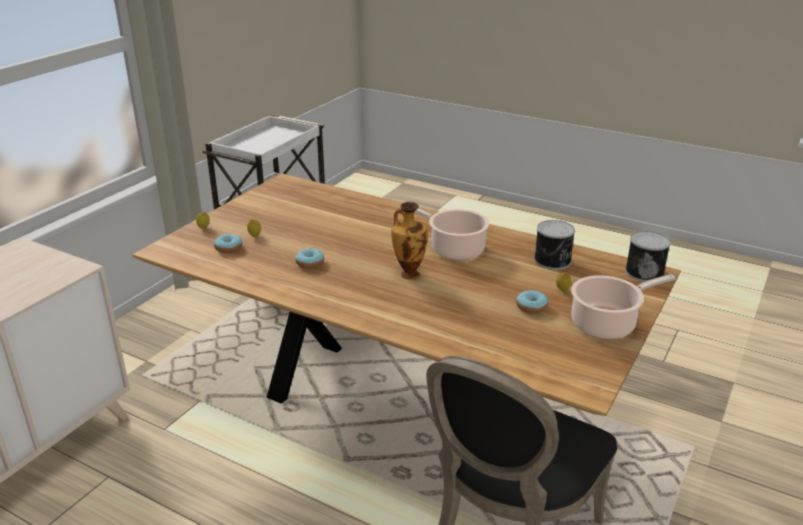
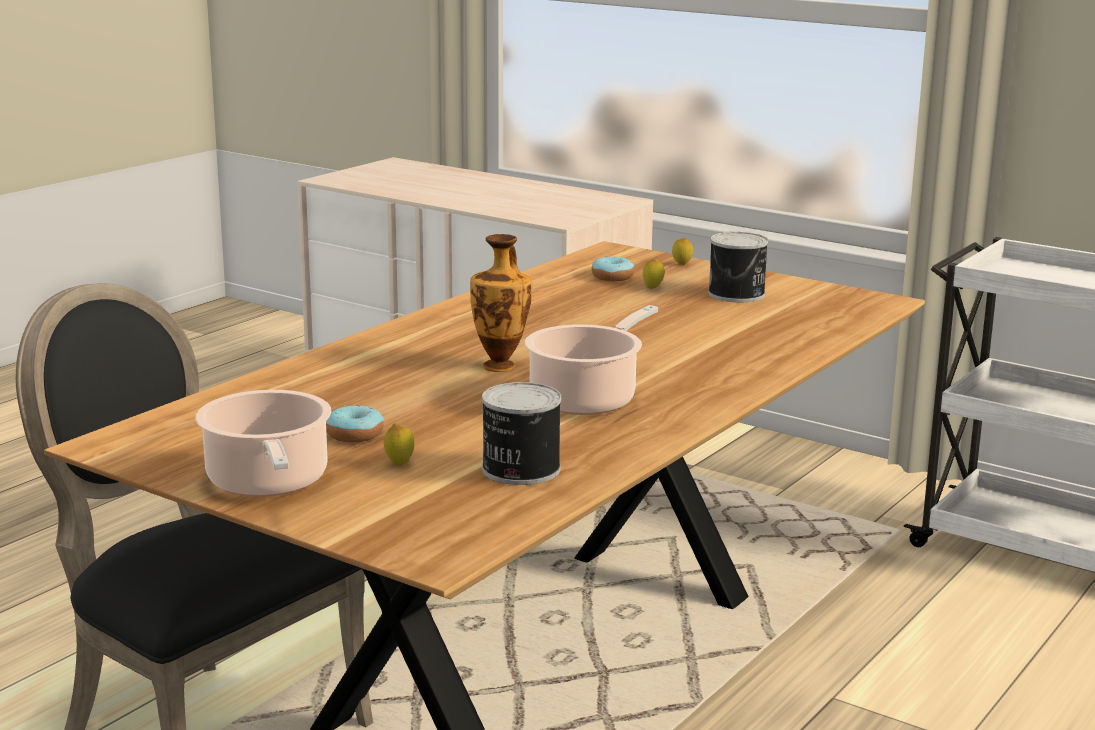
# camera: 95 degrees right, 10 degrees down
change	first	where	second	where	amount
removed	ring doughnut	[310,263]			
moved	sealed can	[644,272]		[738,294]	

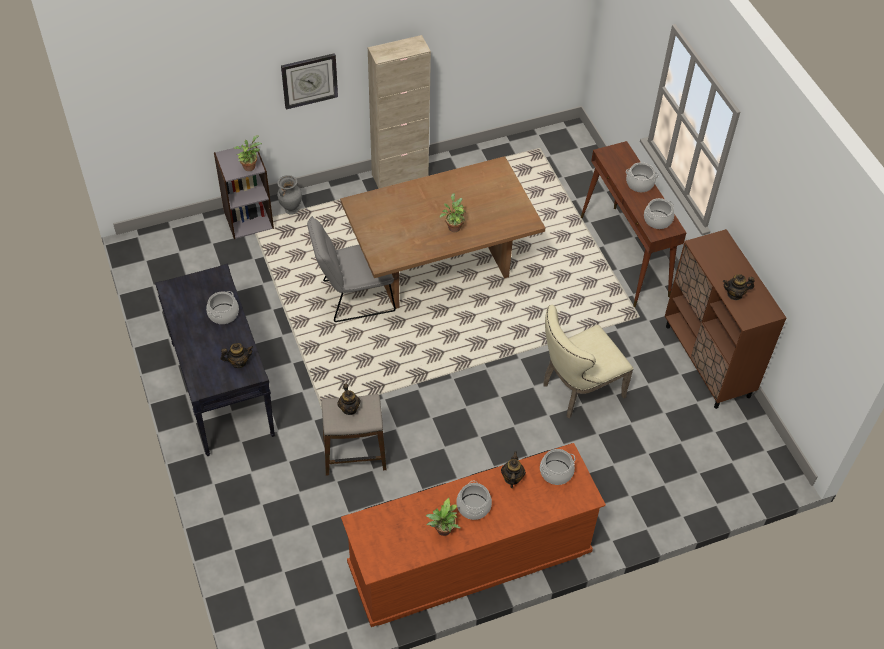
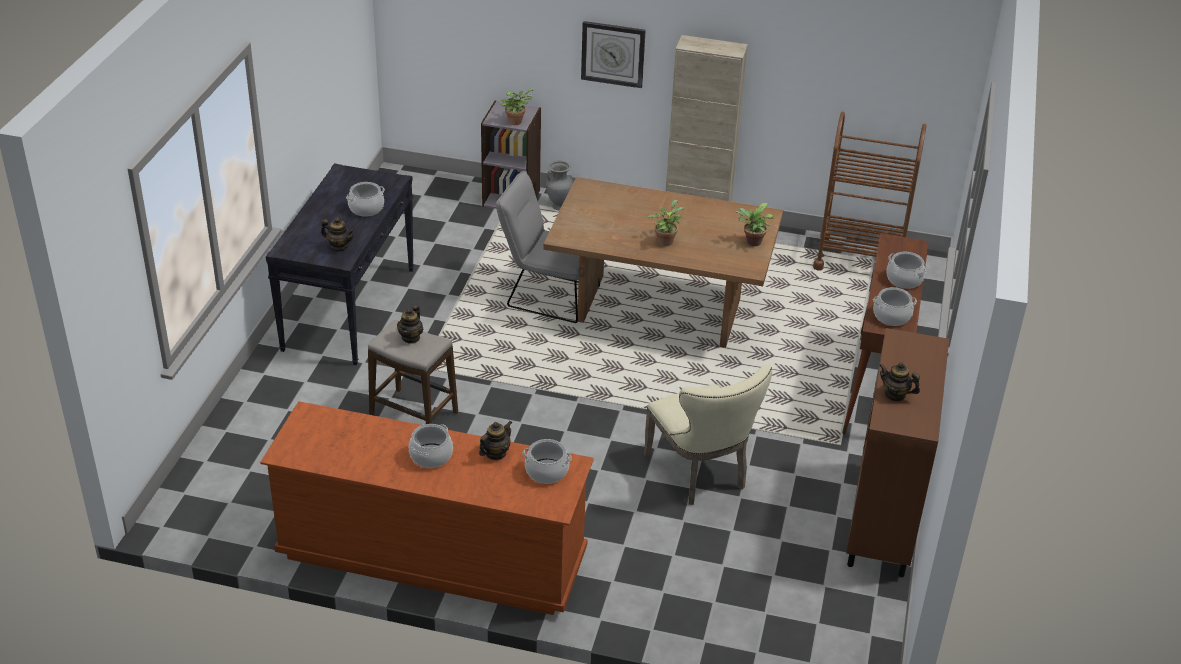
# camera: 35 degrees right, 15 degrees down
change	first	where	second	where	amount
added			trolley in brown-coloured	[859,258]	
moved	plant in a pot	[443,531]		[752,242]	
turned	upright chair in beige-coloured	[578,390]		[701,474]	120 degrees counterclockwise

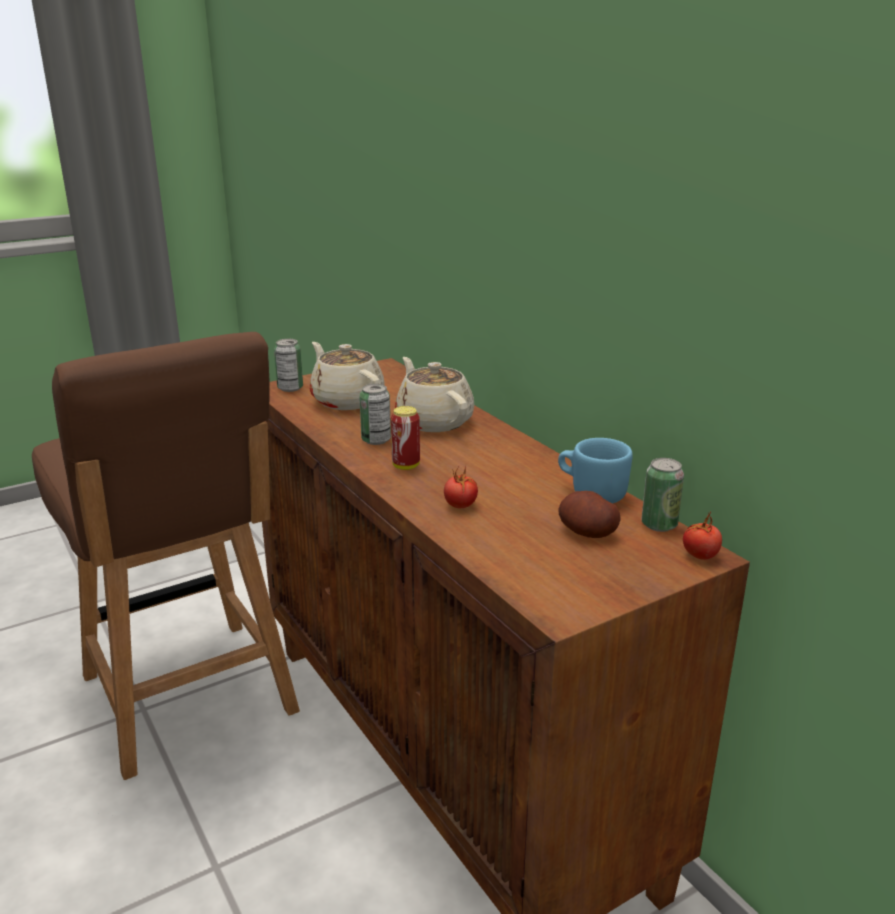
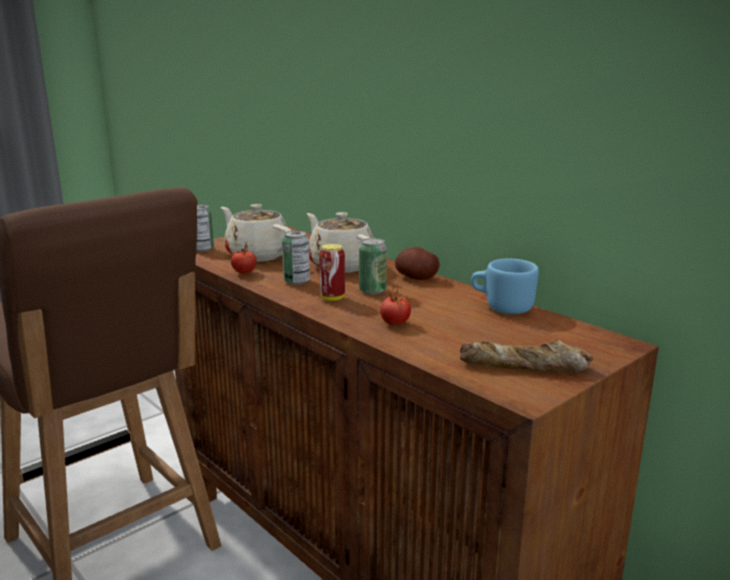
# camera: 10 degrees left, 5 degrees down
change	first	where	second	where	amount
added			baked bread	[524,366]	
moved	potato	[587,532]		[416,278]	
moved	sealed can	[659,525]		[372,290]	
moved	whole tomato	[700,555]		[244,273]	

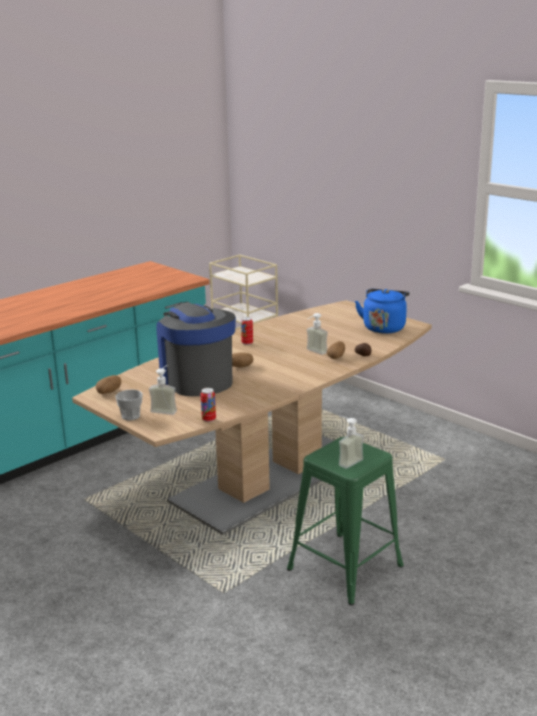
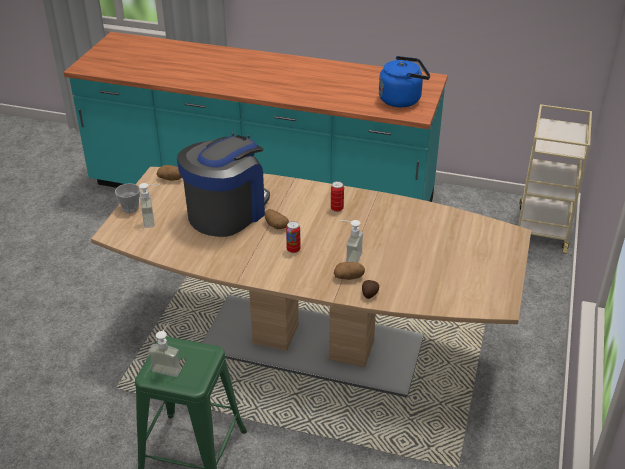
# camera: 60 degrees right, 15 degrees up
change	first	where	second	where	amount
moved	sealed can	[209,419]		[293,250]	
moved	kettle in bluish	[384,327]		[402,99]	

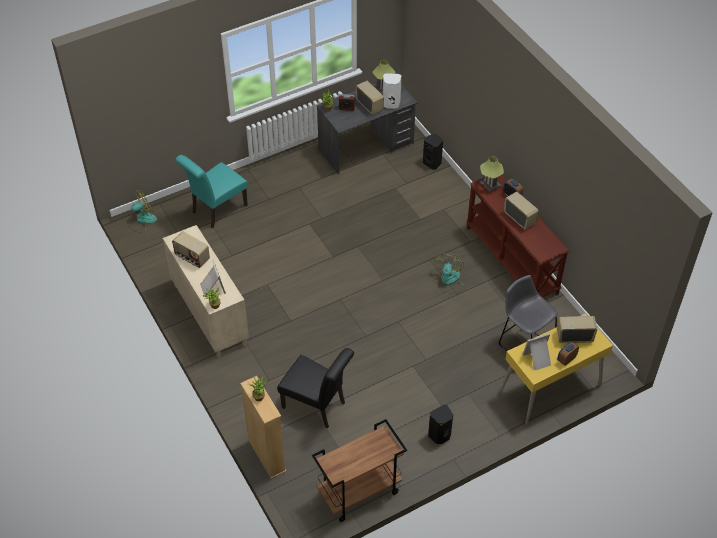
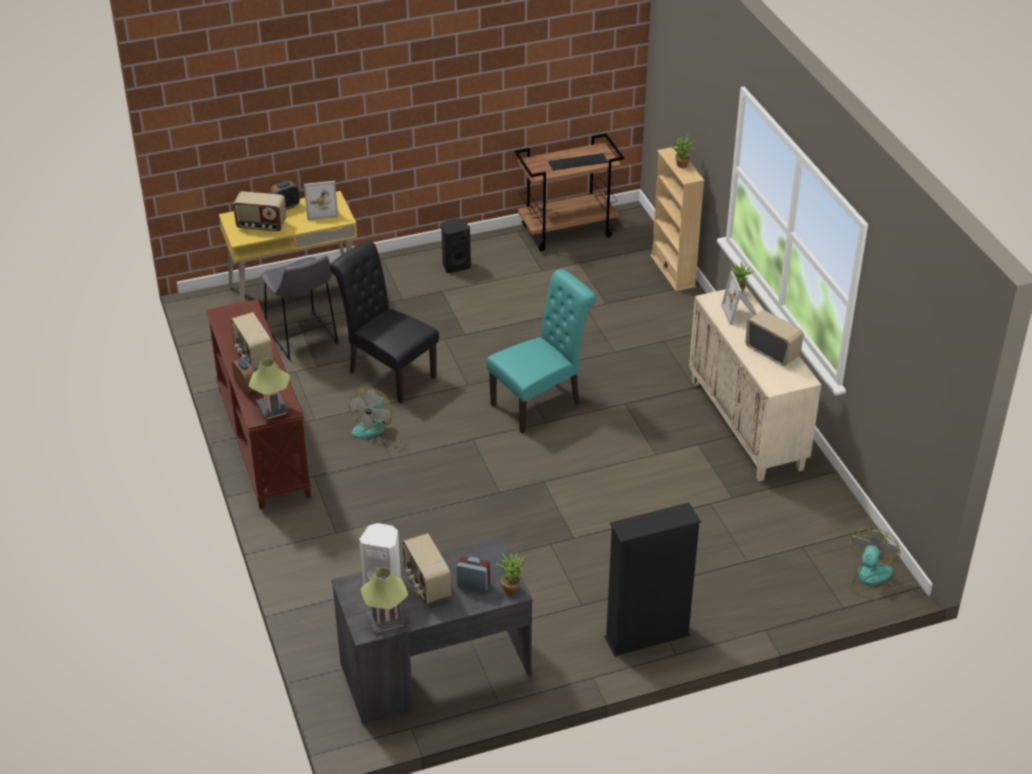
# camera: 170 degrees left, 10 degrees down
change	first	where	second	where	amount
removed	audio speaker in blackish	[432,163]			
added			keyboard	[578,162]	
added			bookshelf in blackish	[647,636]	
moved	upright chair in turquoise-coloured	[216,210]		[541,402]	
moved	upright chair in blackish	[317,406]		[387,372]	
turned	cooling fan	[141,220]		[872,580]	135 degrees clockwise

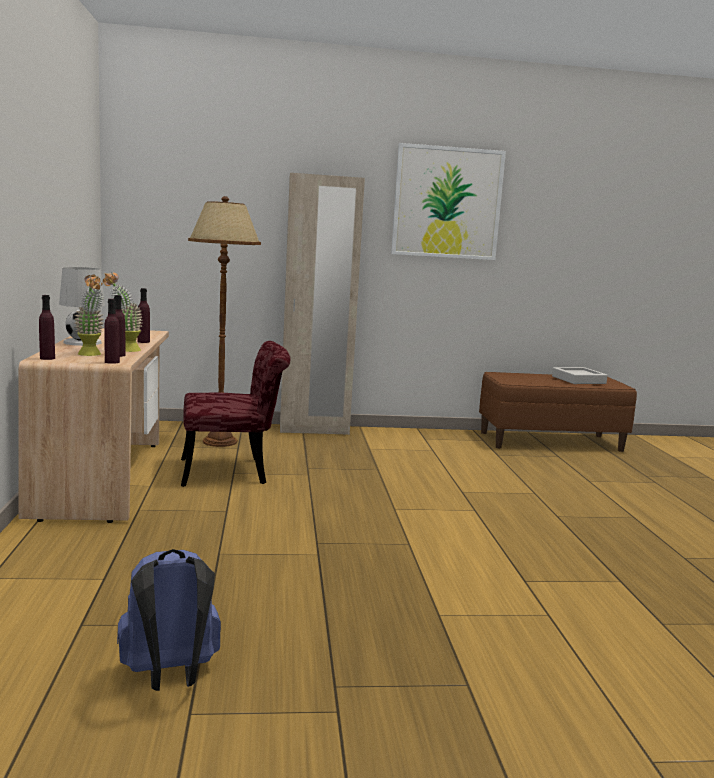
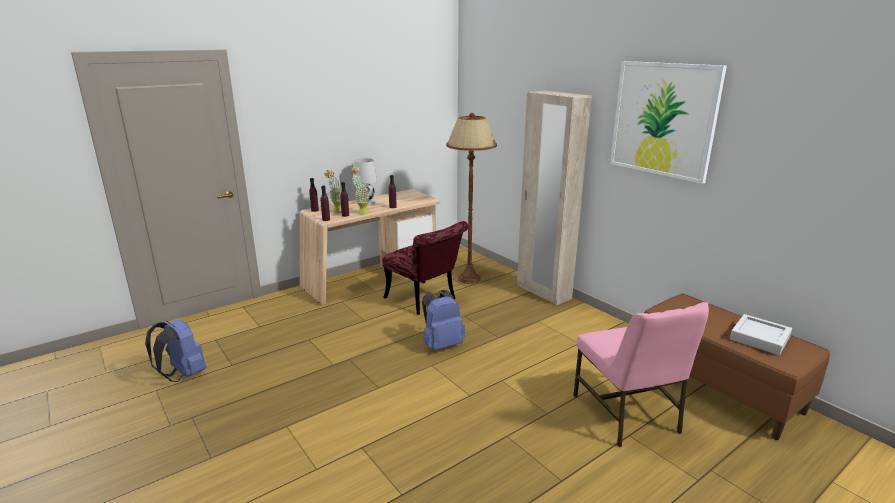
# camera: 60 degrees right, 10 degrees up
change	first	where	second	where	amount
added			backpack in bluish	[441,344]	
added			upright chair in pink	[627,414]	

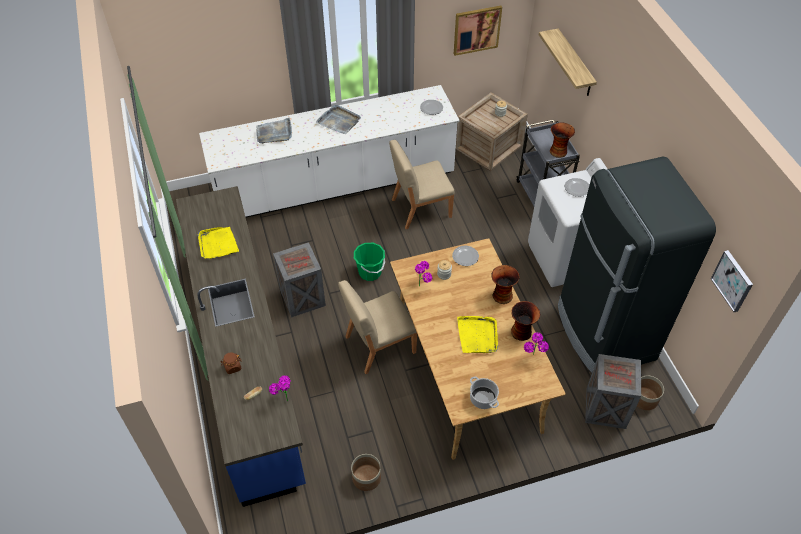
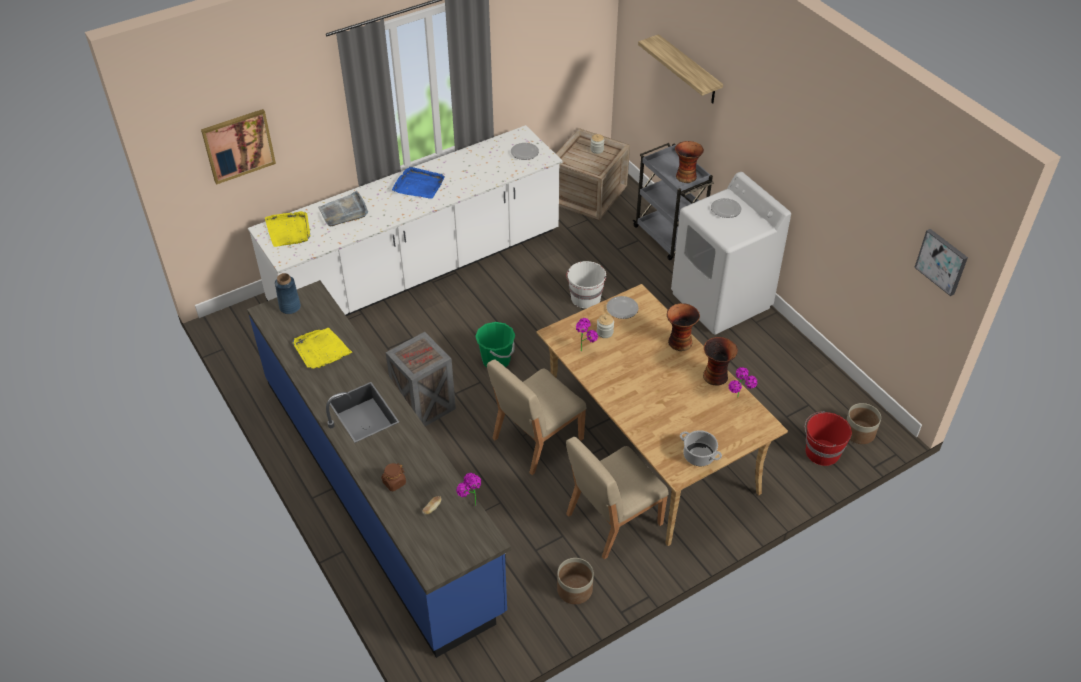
# camera: 15 degrees left, 5 degrees down
change	first	where	second	where	amount
removed	fridge in blackish	[604,333]			
added			decorative vase in bluish	[290,307]	
added			water bucket in white-coloured	[585,298]	
moved	upright chair in beige-coloured	[420,208]		[612,519]	
moved	wall picture	[476,30]		[238,145]	
moved	tray in yellowish	[478,335]		[289,230]	
replaced	crate	[606,409]	water bucket in reddish	[821,452]	
recoloured	tray in grey	[339,121]	tray in bluish	[419,185]	

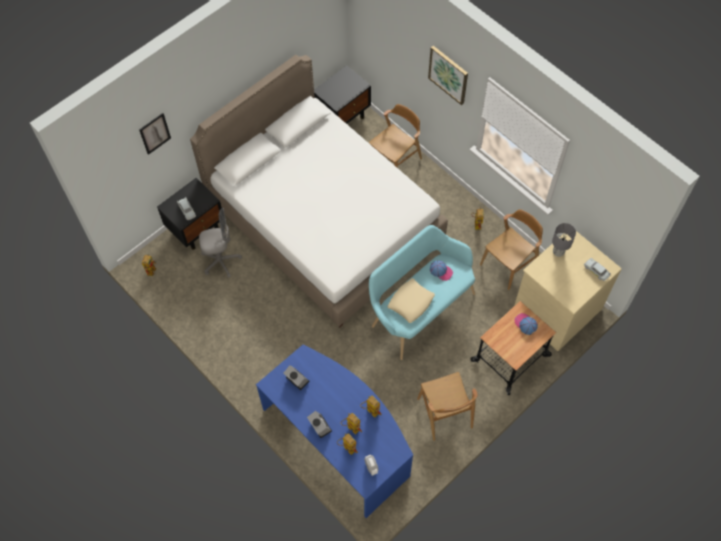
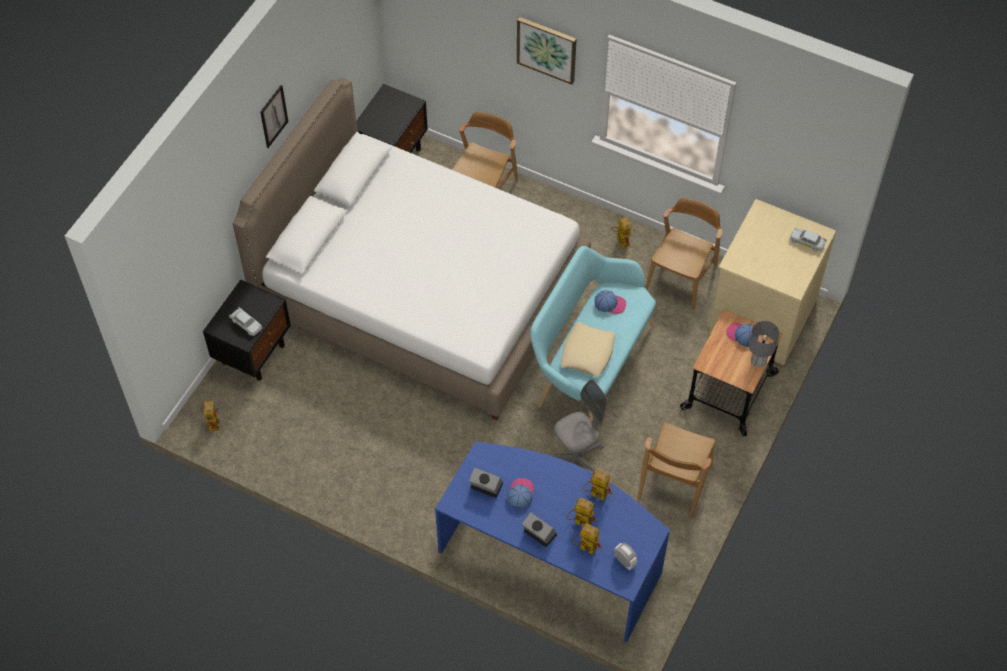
# camera: 20 degrees left, 5 degrees down
change	first	where	second	where	amount
added			baseball cap	[520,494]	
moved	wall picture	[155,133]		[273,116]	
moved	computer chair in grey	[221,261]		[577,460]	
moved	tabletop lamp in grey	[558,251]		[758,360]	
turned	upright chair in brown-coloured	[444,413]		[674,483]	60 degrees clockwise

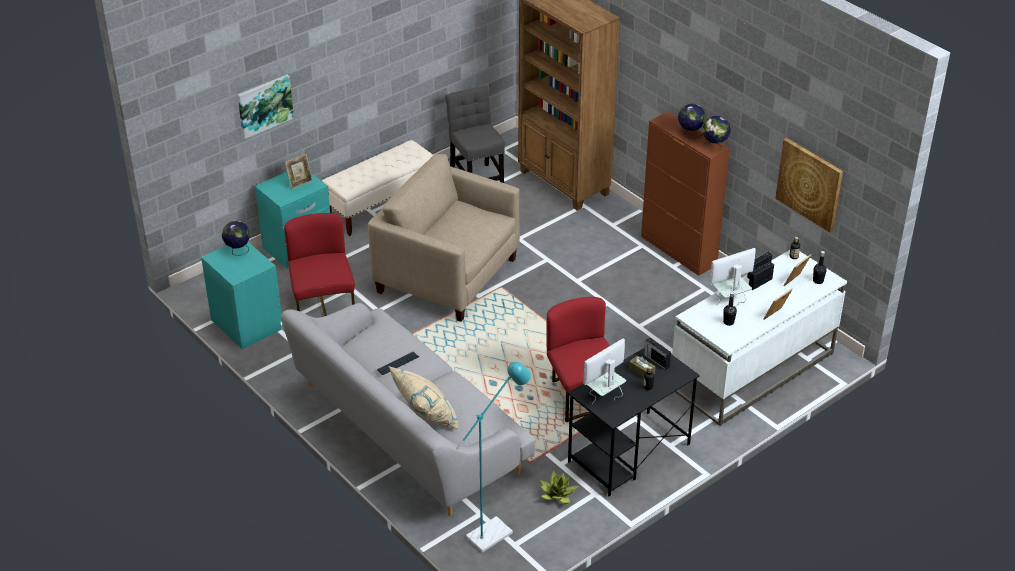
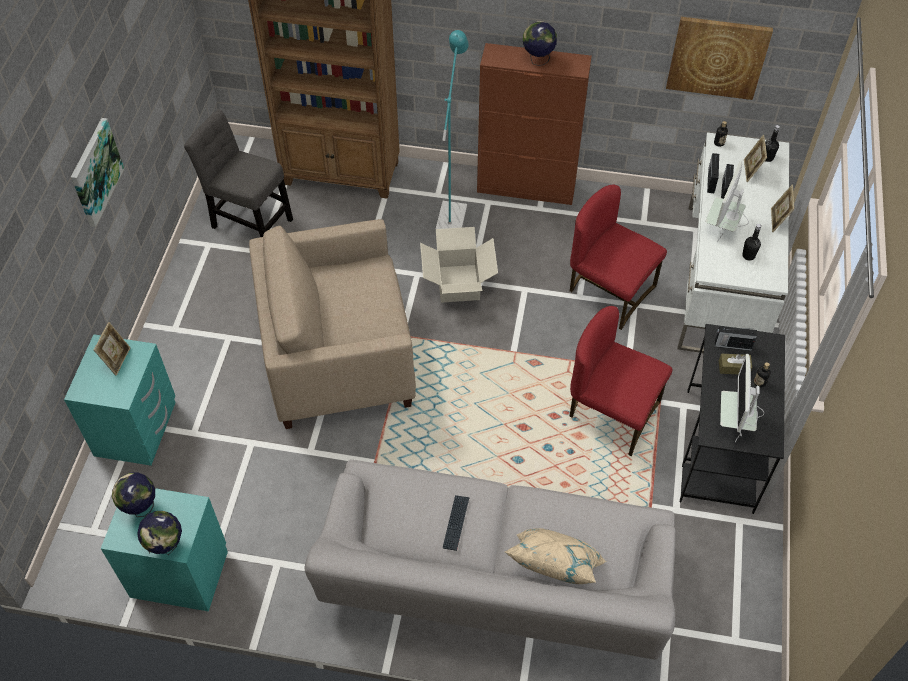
# camera: 40 degrees left, 15 degrees up
change	first	where	second	where	amount
removed	long seat in beige-coloured	[381,206]			
removed	plant in a pot	[558,494]			
added			cardboard box	[459,283]	
moved	wall picture	[264,105]		[95,172]	
moved	upright chair in reddish	[323,306]		[609,291]	
moved	floor lamp in turquoise-coloured	[495,531]		[452,212]	
moved	globe	[714,147]		[166,546]	

